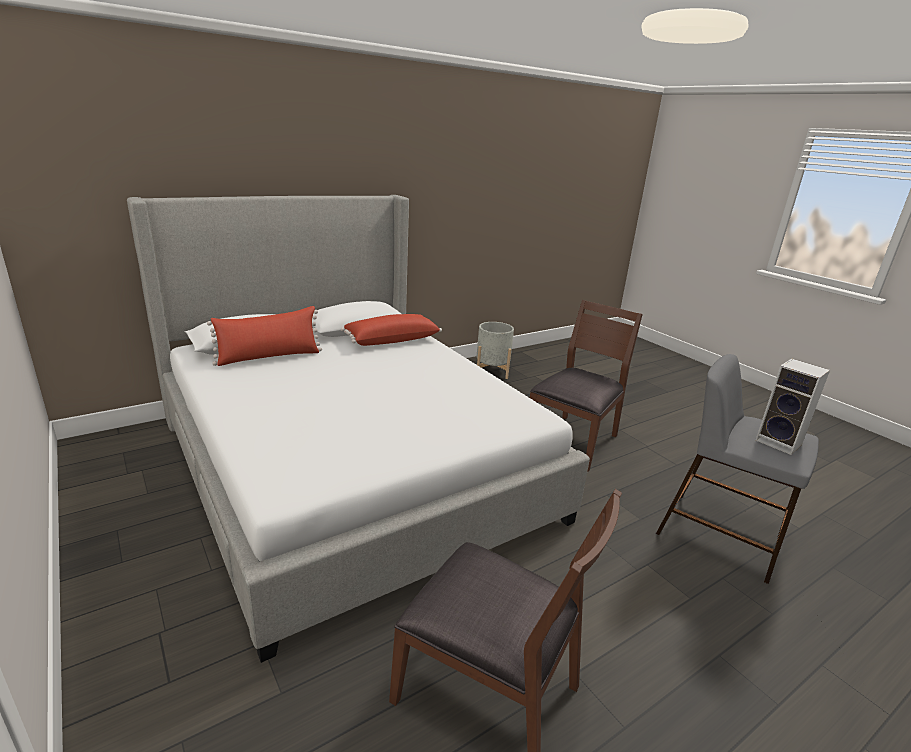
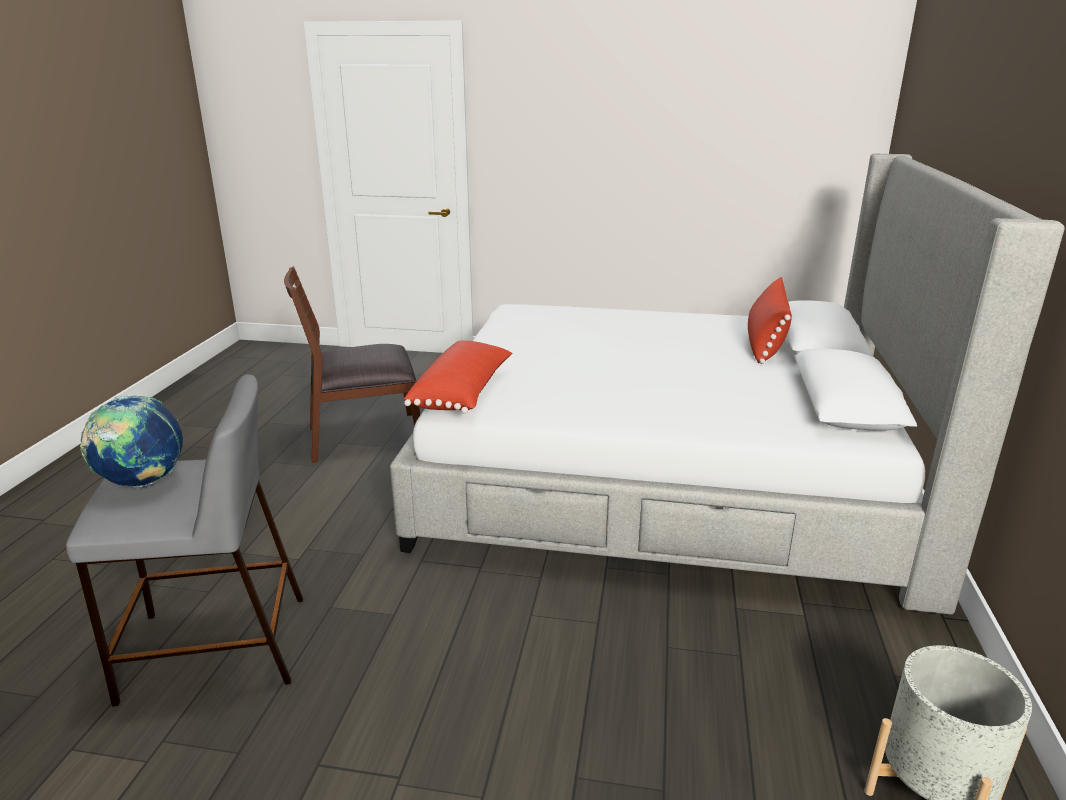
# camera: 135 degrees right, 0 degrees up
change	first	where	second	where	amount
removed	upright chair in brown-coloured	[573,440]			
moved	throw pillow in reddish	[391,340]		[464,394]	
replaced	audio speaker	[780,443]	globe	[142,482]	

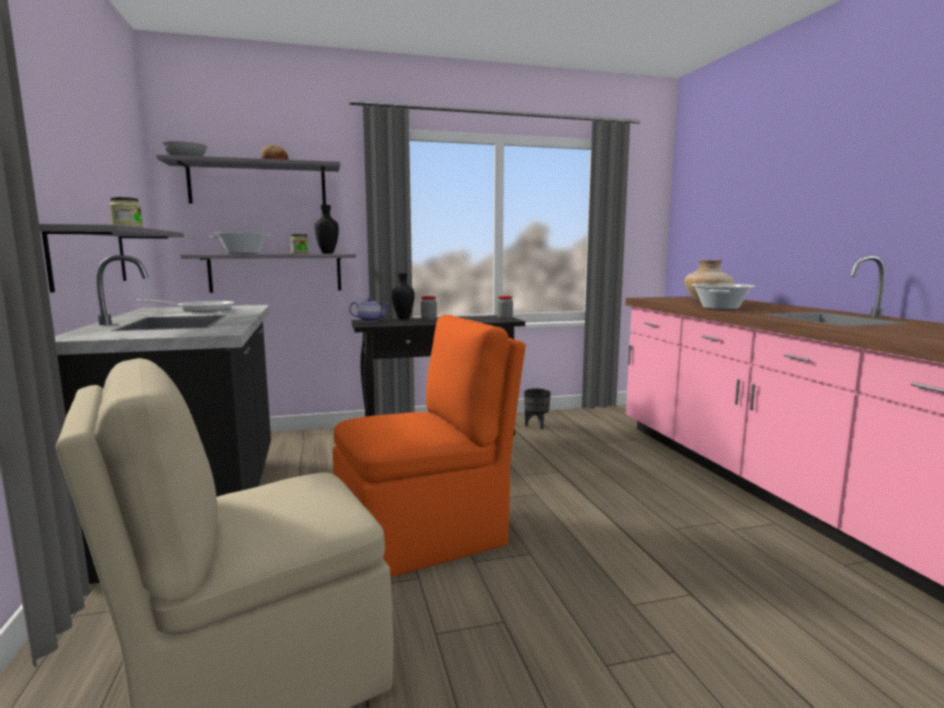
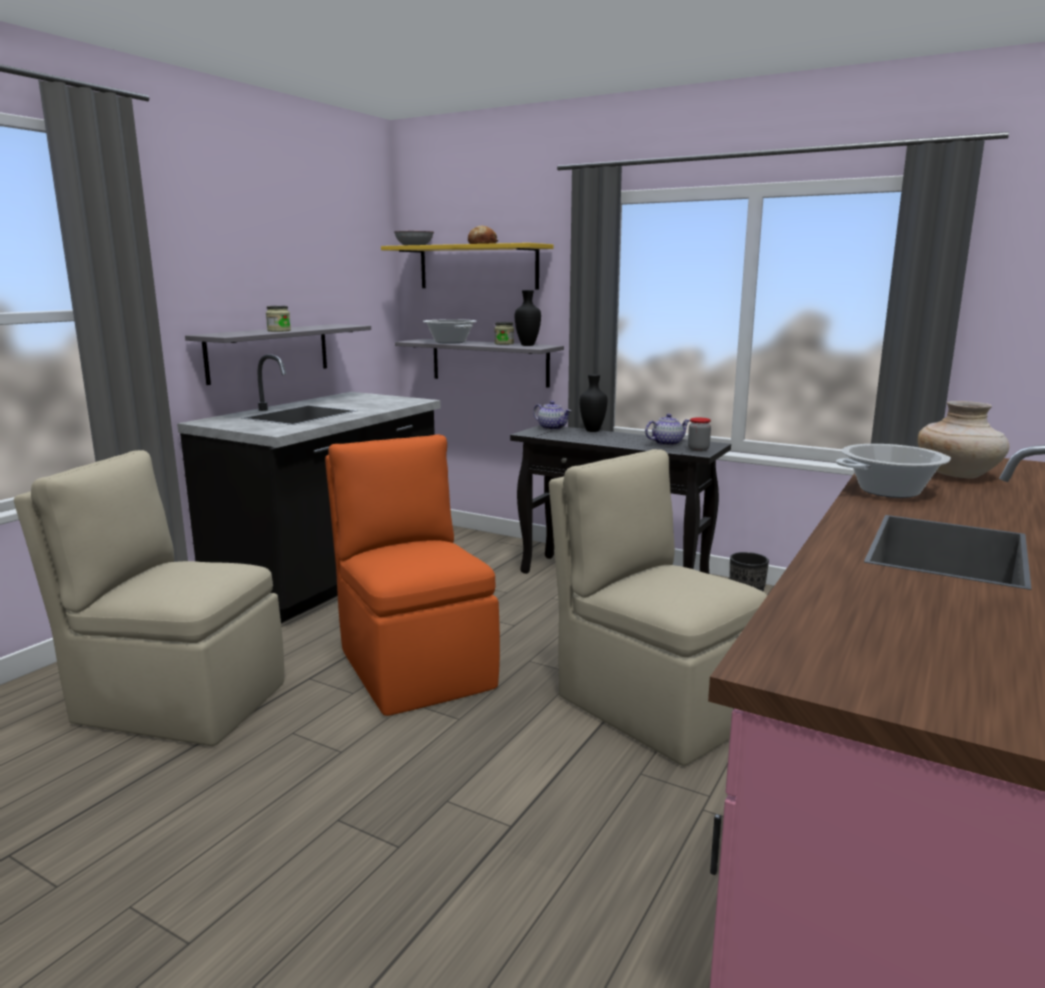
# camera: 45 degrees right, 5 degrees up
change	first	where	second	where	amount
removed	pan	[200,309]			
removed	jar	[428,319]			
added			upright chair in beige-coloured	[654,704]	
added			pot for tea	[667,443]	
recoloured	wall shelf in grey	[258,185]	wall shelf in yellowish	[478,267]	
turned	upright chair in orange-coloured	[425,536]		[415,666]	135 degrees counterclockwise

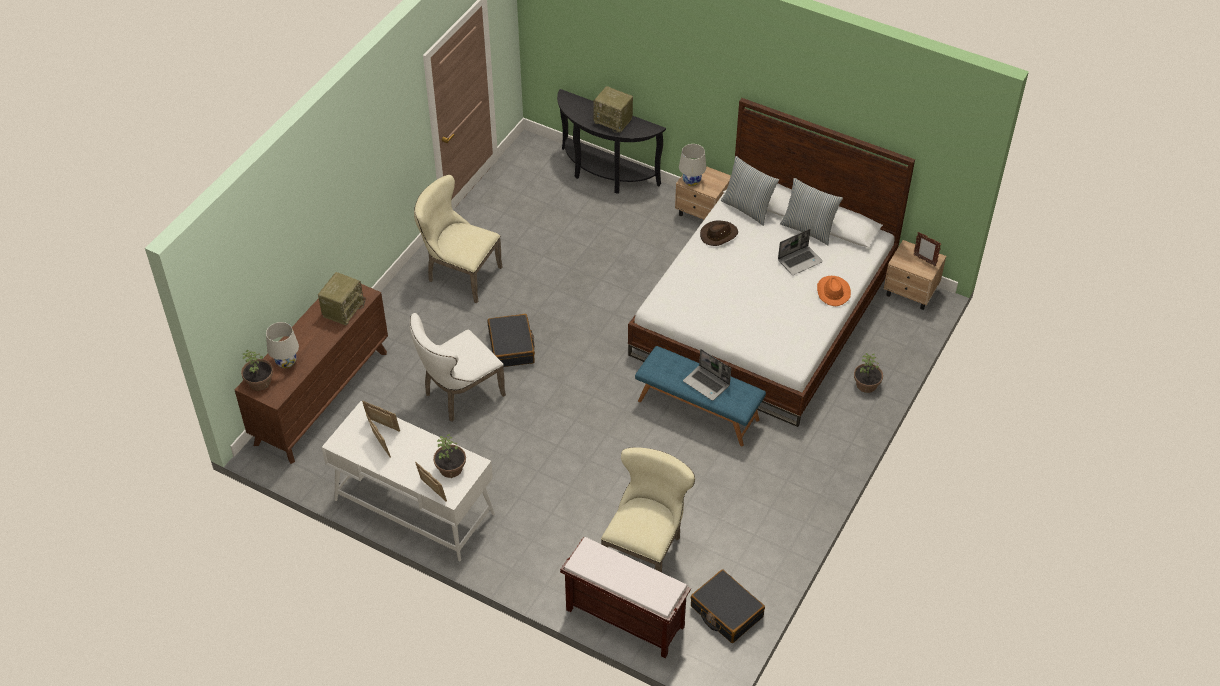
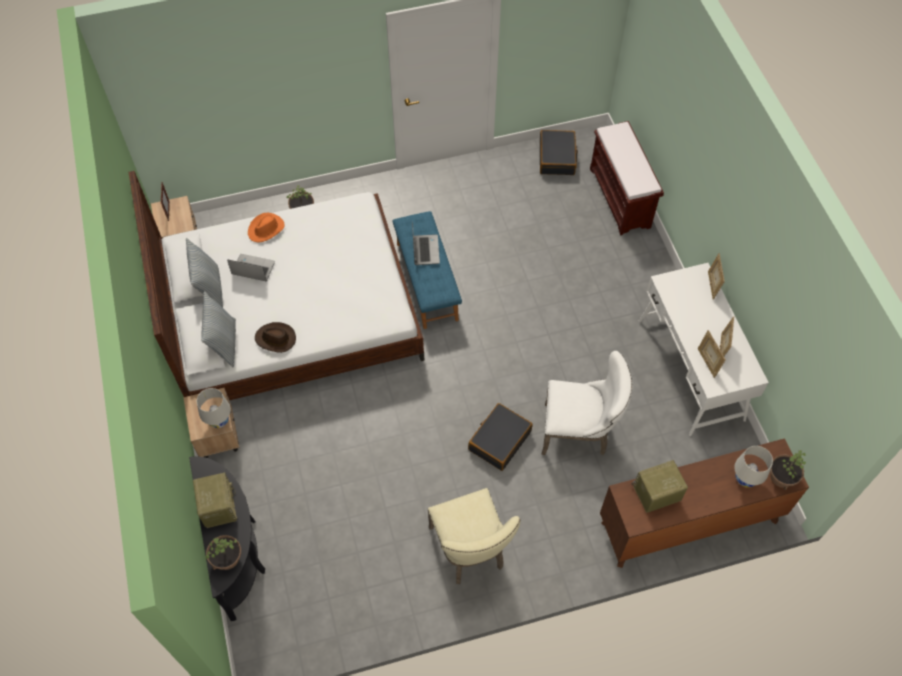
# camera: 135 degrees left, 10 degrees up
change	first	where	second	where	amount
removed	upright chair in beige-coloured	[646,549]			
moved	plant in a pot	[451,468]		[227,557]	

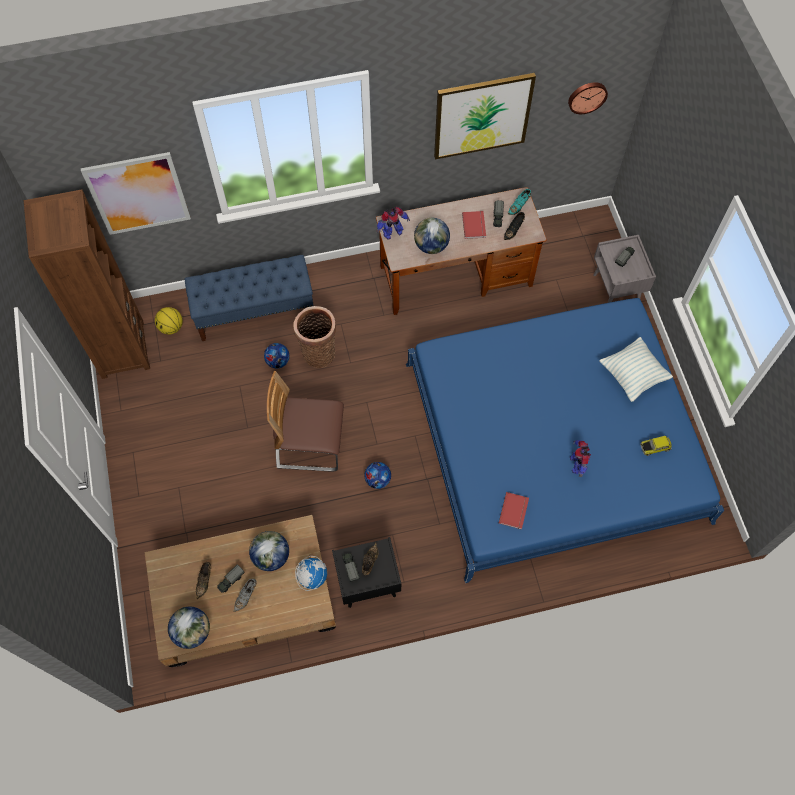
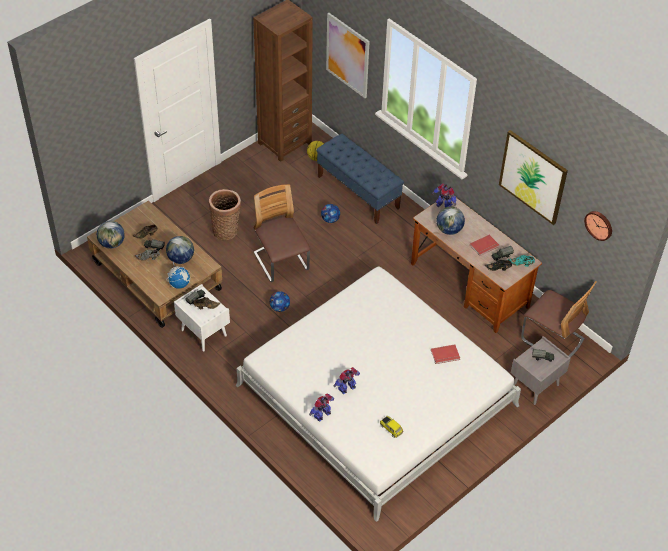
# camera: 60 degrees right, 15 degrees down
change	first	where	second	where	amount
removed	throw pillow	[632,375]			
added			toy robot	[322,415]	
added			upright chair	[552,339]	
moved	household basket	[318,352]		[226,230]	
moved	volume in reddish	[514,511]		[445,355]	
recoloured	nightstand in blackish	[367,583]	nightstand in white-coloured	[203,333]	
recoloured	bedroom bed in bluish	[554,441]	bedroom bed in white-coloured	[376,395]	

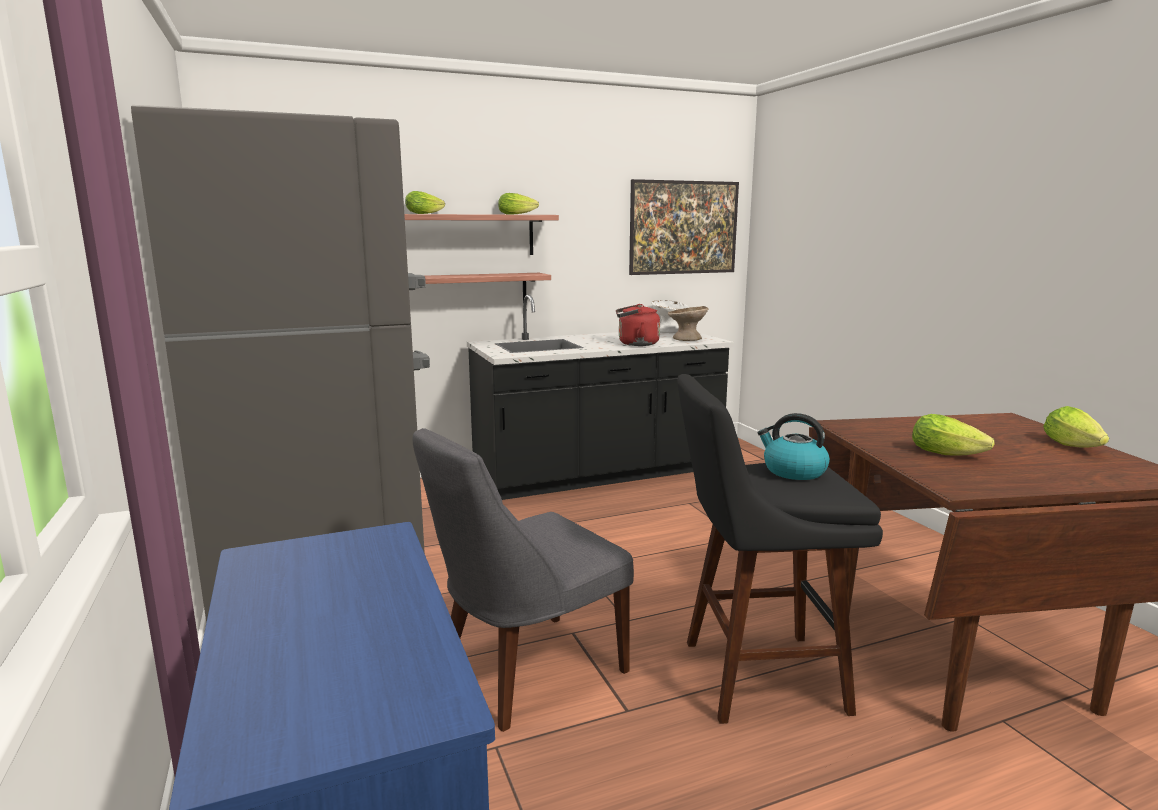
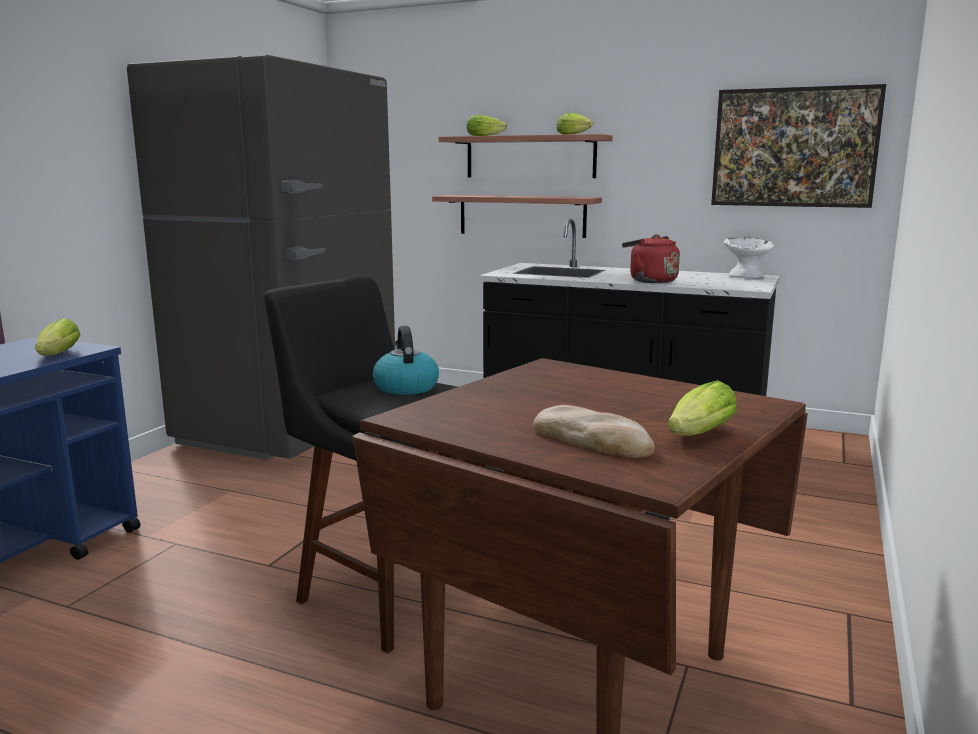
# camera: 45 degrees right, 0 degrees up
change	first	where	second	where	amount
removed	upright chair in grey	[525,672]			
removed	serving bowl in beige-coloured	[687,338]			
added			baked bread	[592,440]	
moved	lettuce	[950,454]		[56,355]	

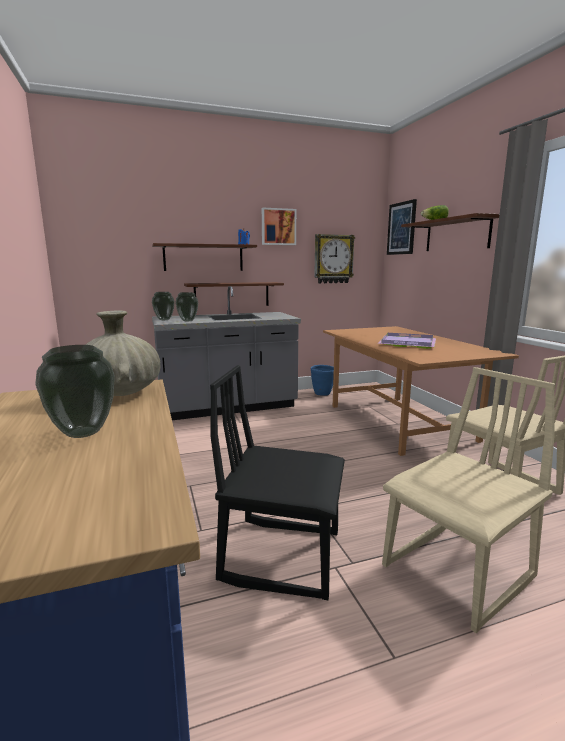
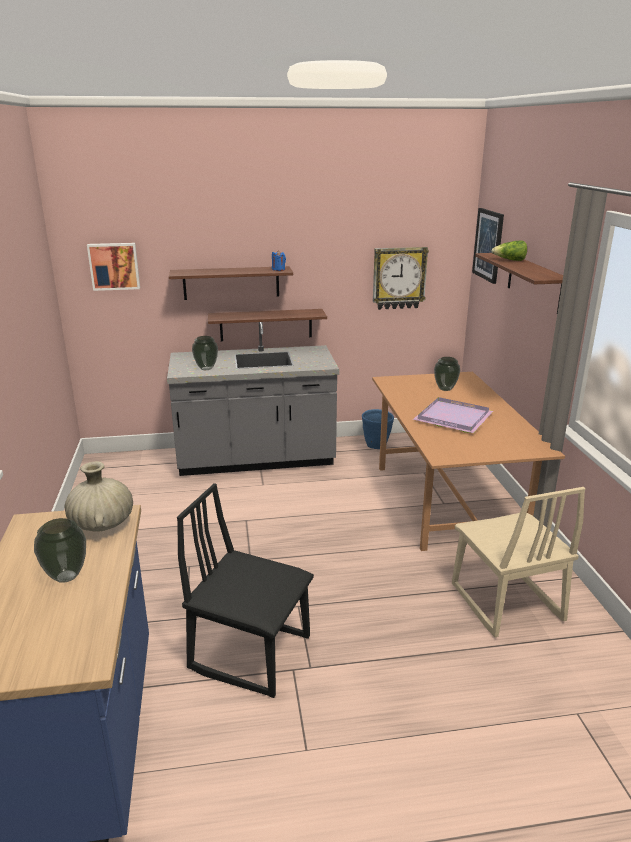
# camera: 10 degrees right, 10 degrees up
change	first	where	second	where	amount
removed	upright chair in beige-coloured	[458,573]			
moved	decorative vase	[164,319]		[445,389]	
moved	wall picture	[278,227]		[114,266]	

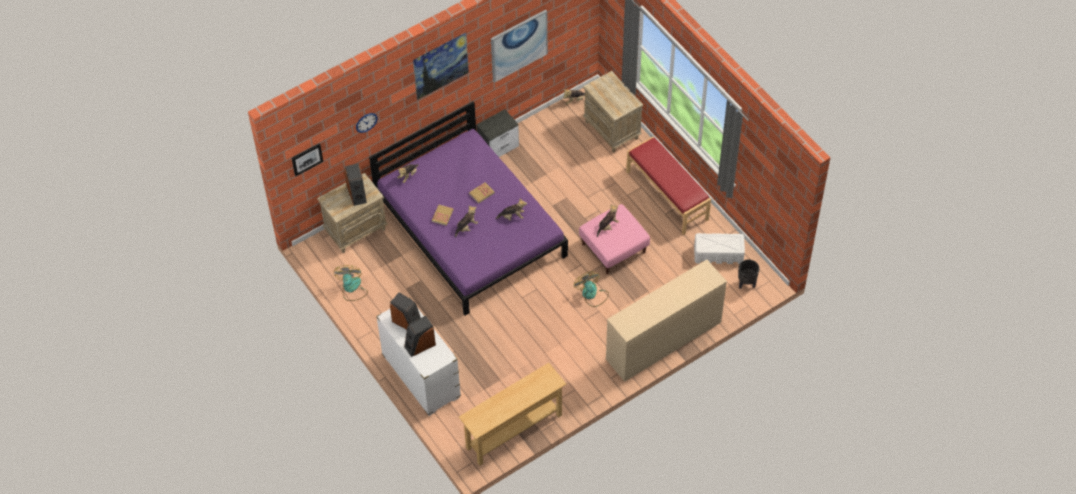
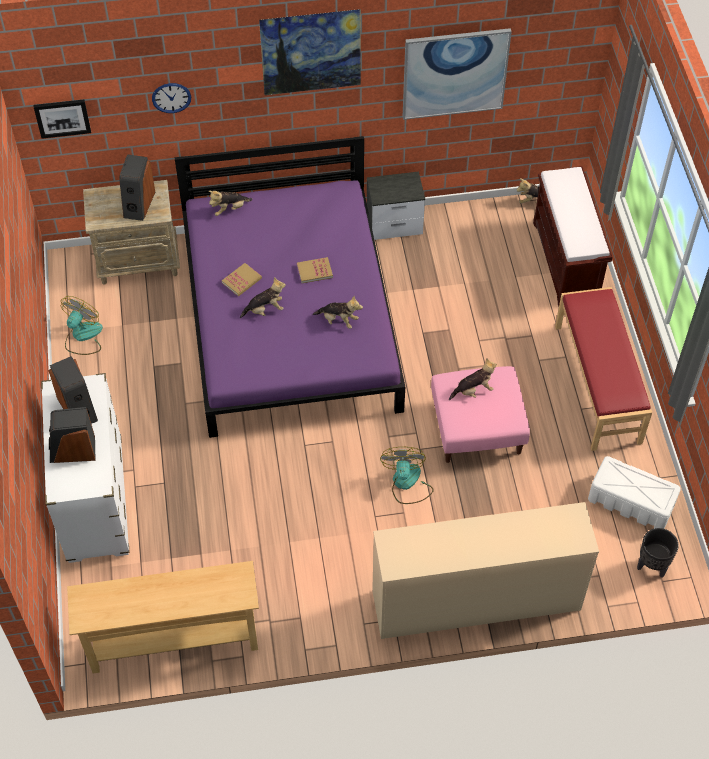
# camera: 25 degrees right, 0 degrees up
change	first	where	second	where	amount
replaced	nightstand in beige-coloured	[612,130]	long seat in brown-coloured	[566,262]	

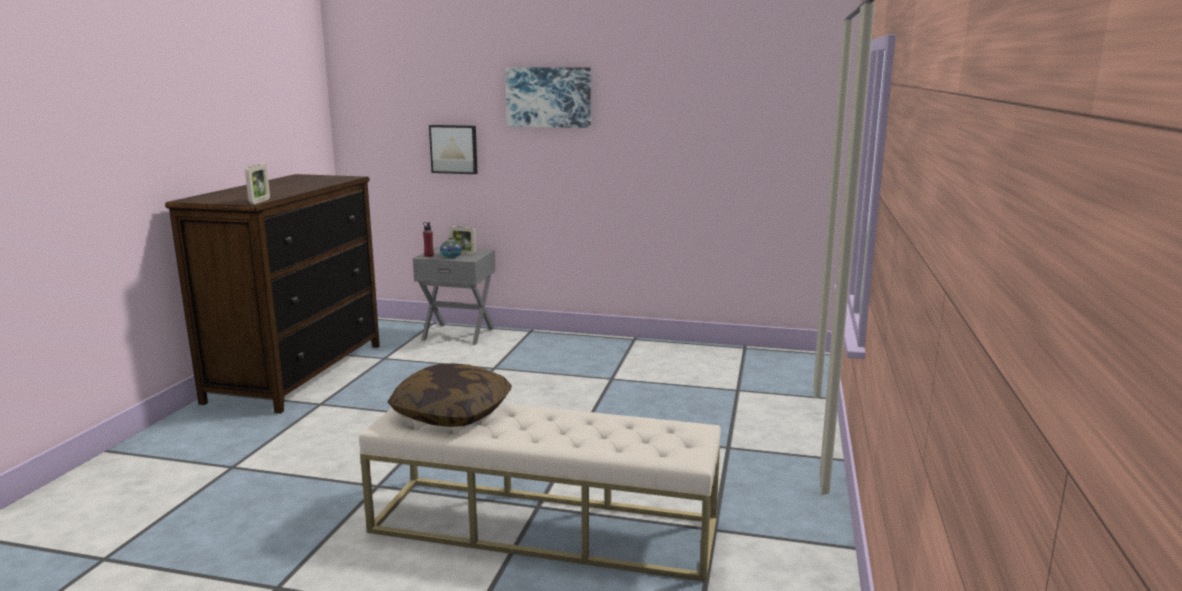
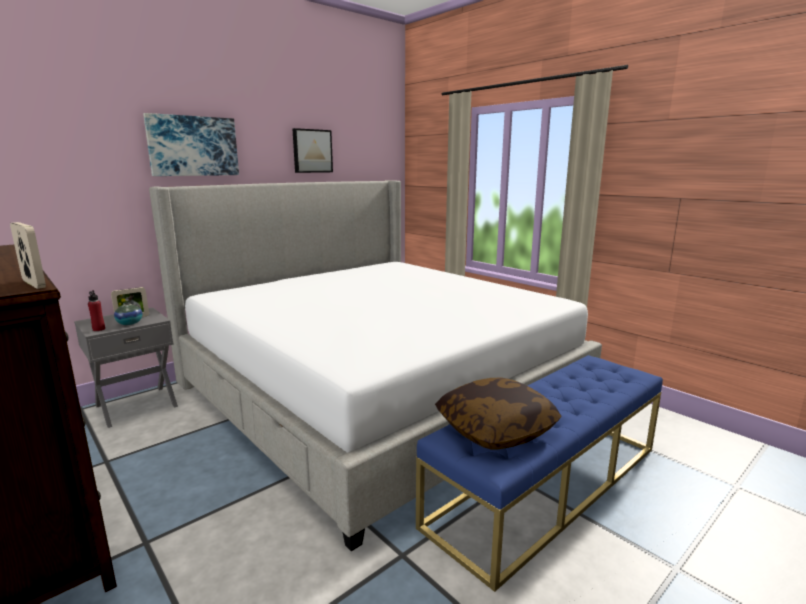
# camera: 55 degrees left, 0 degrees up
change	first	where	second	where	amount
added			bedroom bed	[377,391]	
moved	wall picture	[454,149]		[312,151]	
recoloured	long seat in beige-coloured	[544,526]	long seat in bluish	[548,484]	

